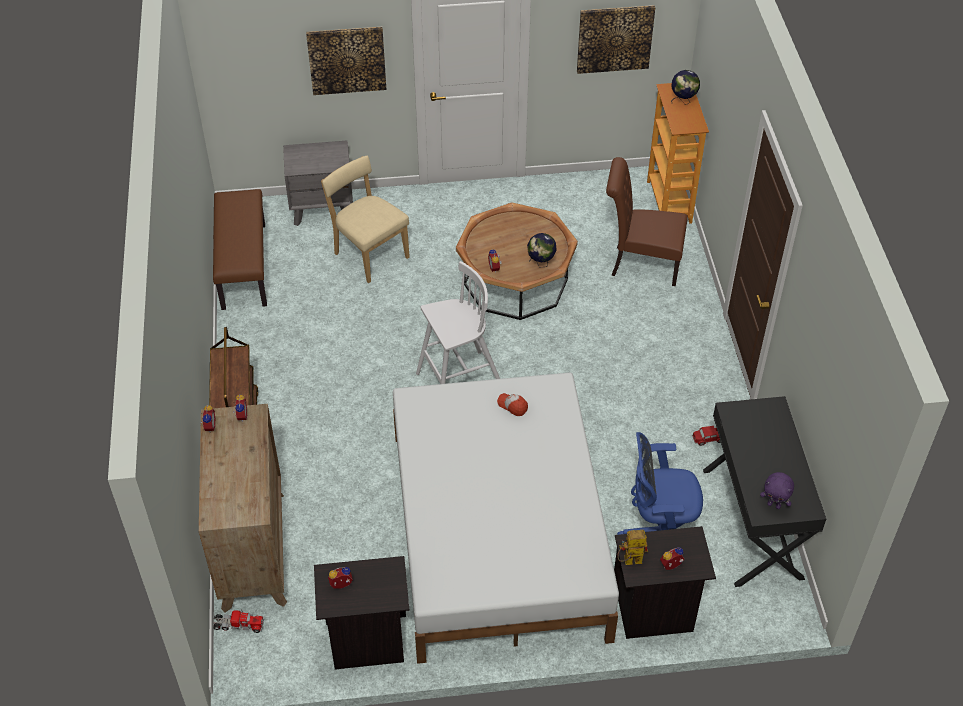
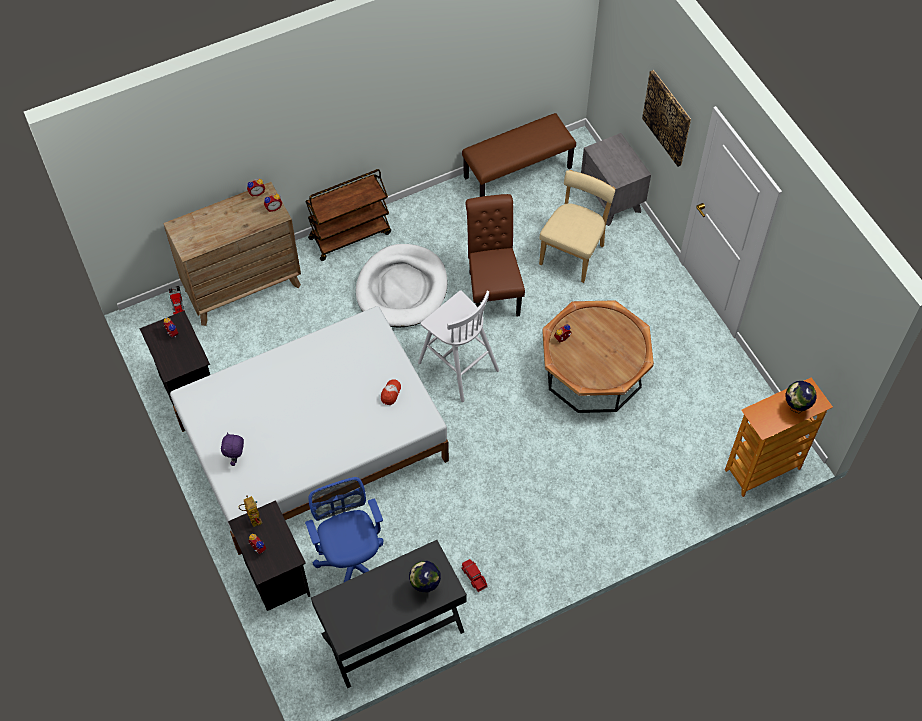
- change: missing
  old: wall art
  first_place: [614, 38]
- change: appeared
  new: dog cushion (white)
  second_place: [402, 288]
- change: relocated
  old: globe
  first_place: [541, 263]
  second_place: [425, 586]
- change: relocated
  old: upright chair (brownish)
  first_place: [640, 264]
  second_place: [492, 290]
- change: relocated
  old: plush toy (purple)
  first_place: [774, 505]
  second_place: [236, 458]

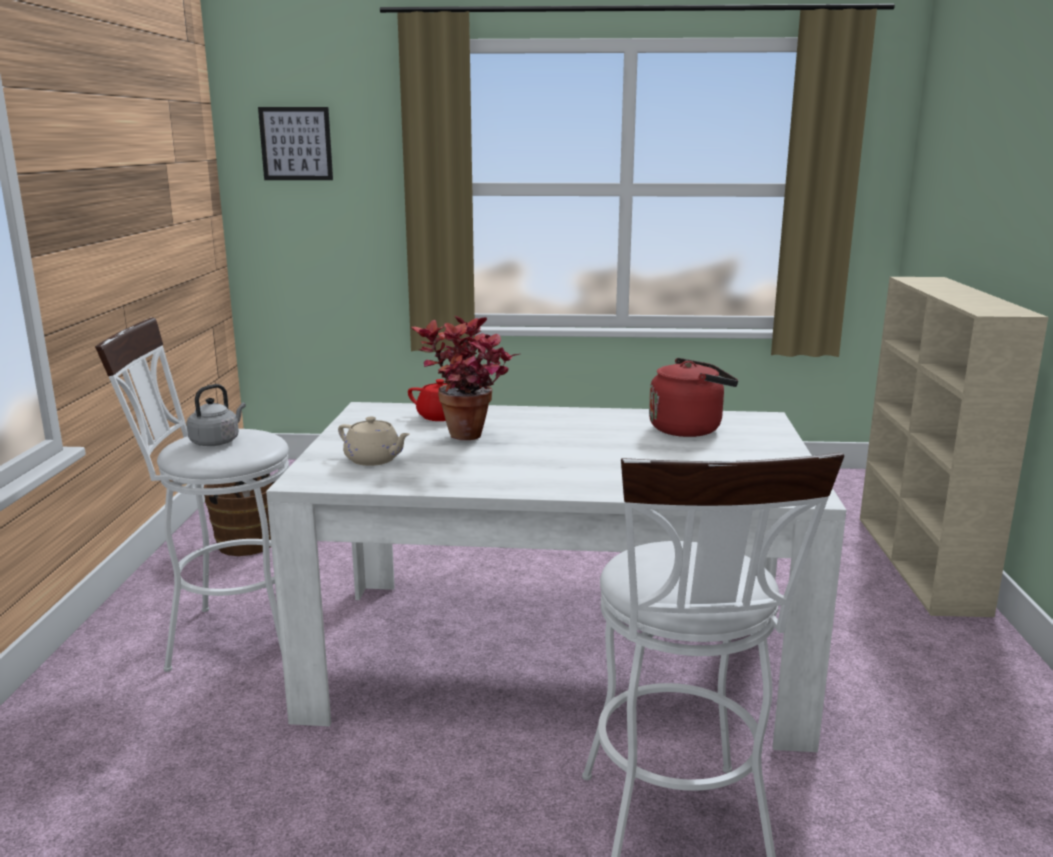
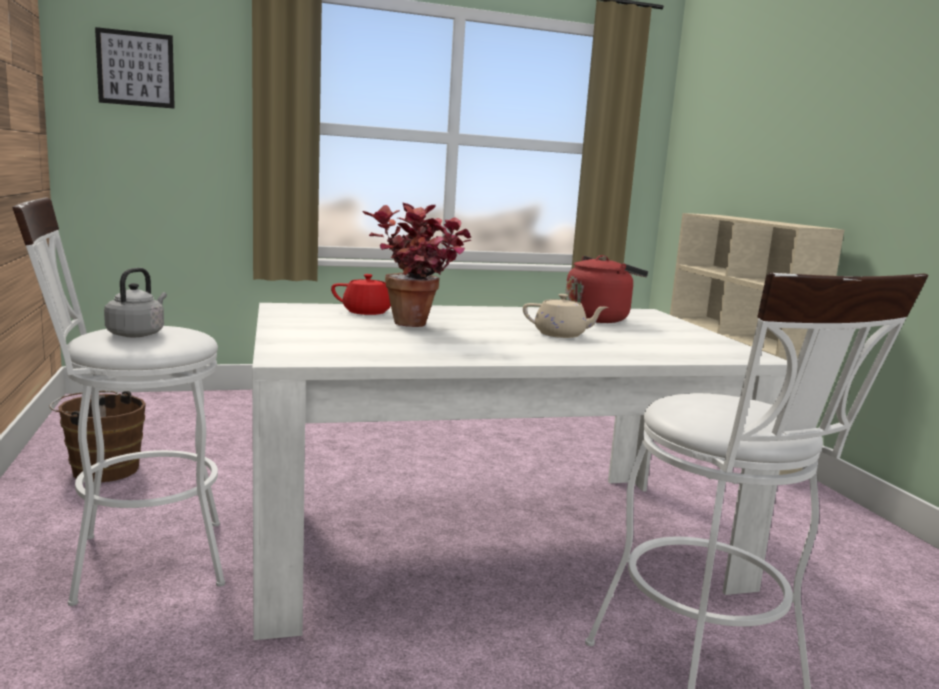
- change: relocated
  old: teapot (beige-coloured)
  first_place: [374, 460]
  second_place: [561, 334]

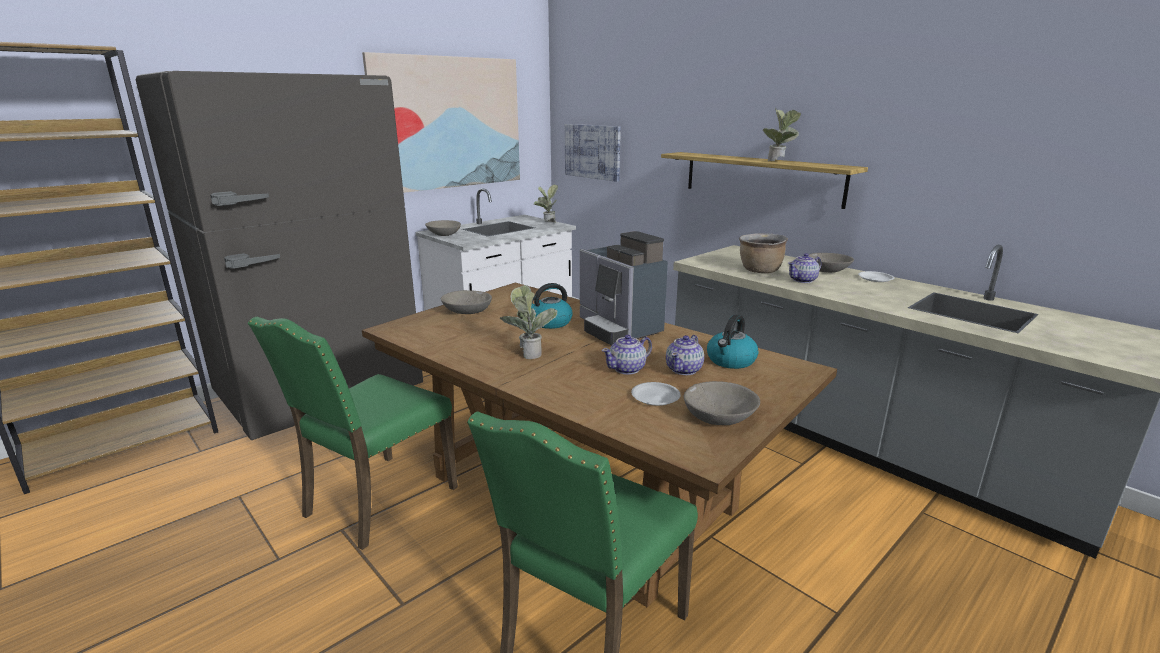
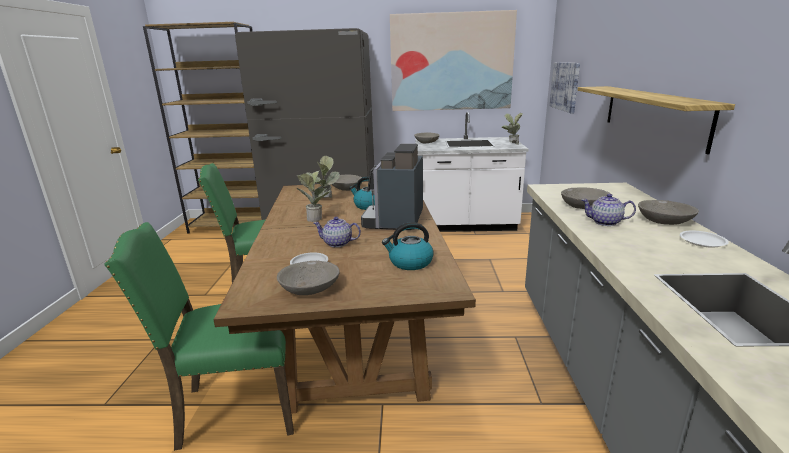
- change: missing
  old: teapot
  first_place: [684, 369]
- change: relocated
  old: potted plant
  first_place: [779, 161]
  second_place: [325, 200]
- change: exchanged
  old: stockpot (brownish)
  new: bowl (greyish)
  first_place: [760, 271]
  second_place: [584, 206]

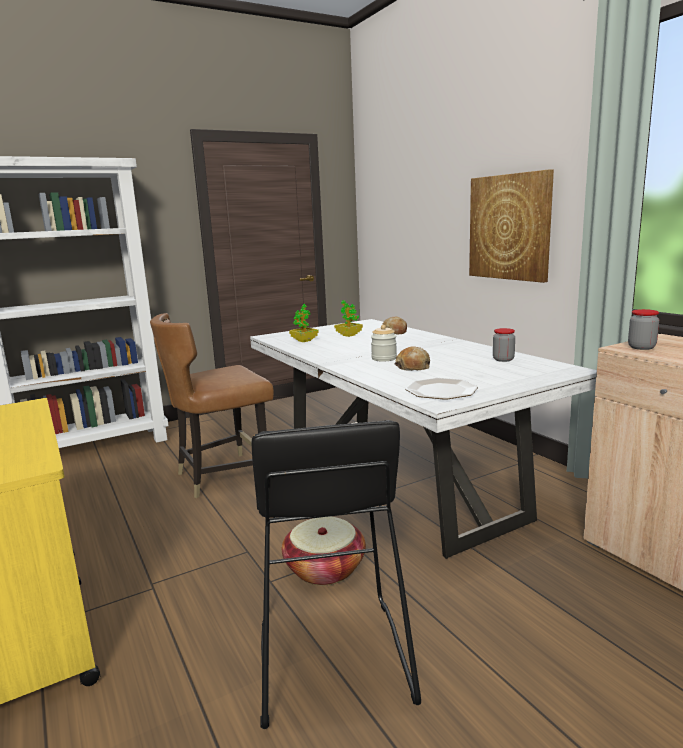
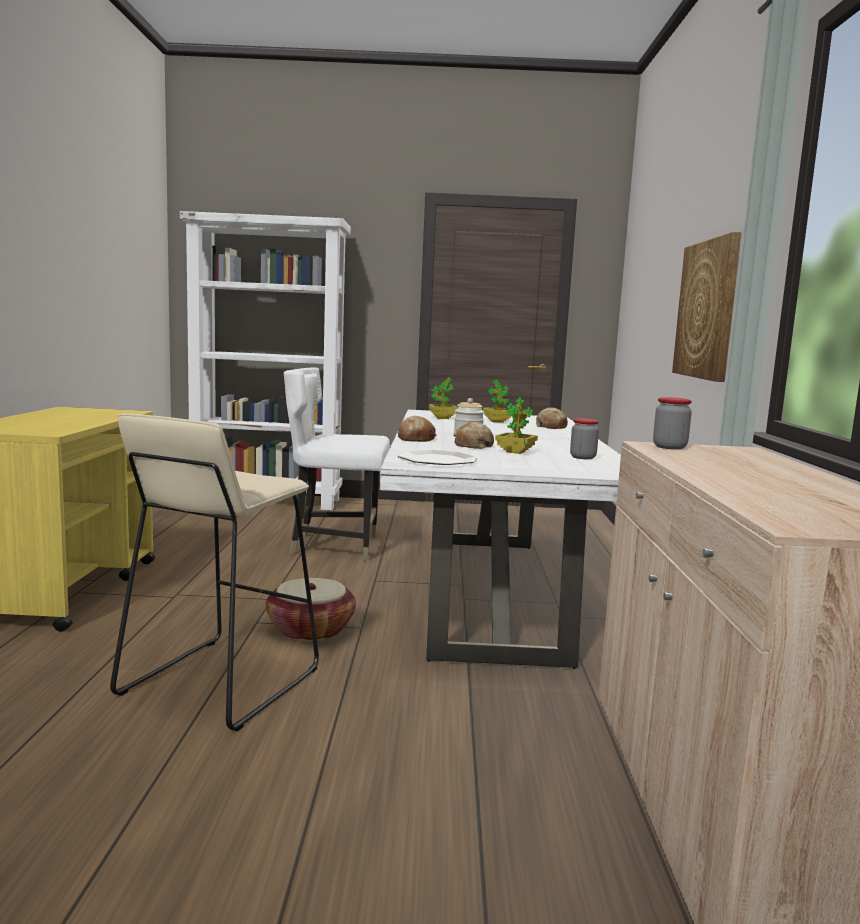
- change: appeared
  new: baked bread
  second_place: [415, 439]
- change: appeared
  new: potted plant
  second_place: [515, 452]
- change: colour
  old: upright chair (brownish)
  new: upright chair (white)
  first_place: [222, 476]
  second_place: [335, 546]
- change: colour
  old: stool (black-coloured)
  new: stool (beige-coloured)
  first_place: [331, 660]
  second_place: [219, 682]

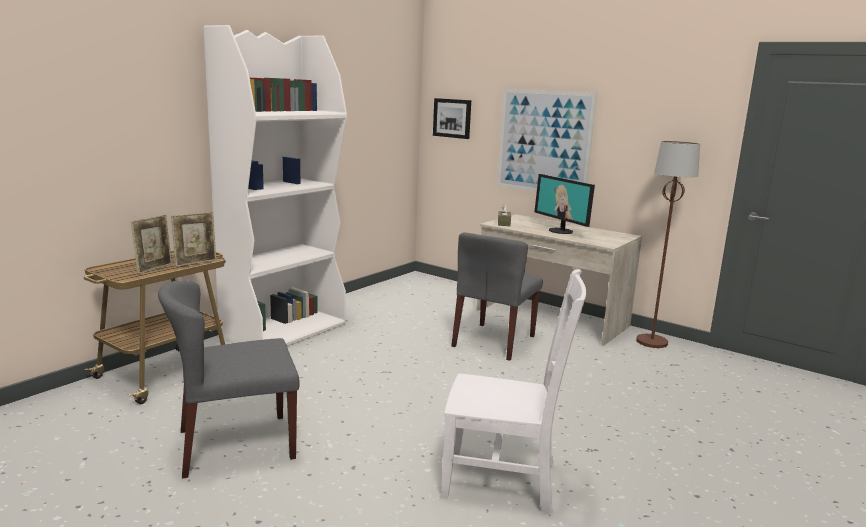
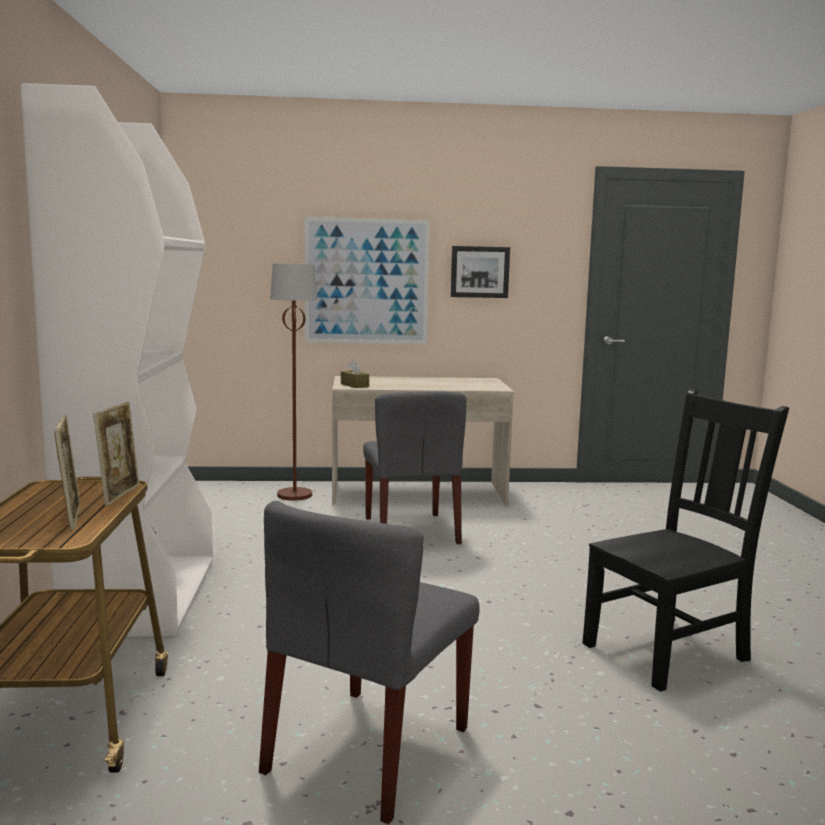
- change: missing
  old: monitor
  first_place: [561, 231]
- change: relocated
  old: wall art
  first_place: [452, 118]
  second_place: [479, 272]
- change: relocated
  old: floor lamp (brownish)
  first_place: [652, 342]
  second_place: [295, 495]
- change: colour
  old: upright chair (white)
  new: upright chair (black-coloured)
  first_place: [504, 480]
  second_place: [669, 651]

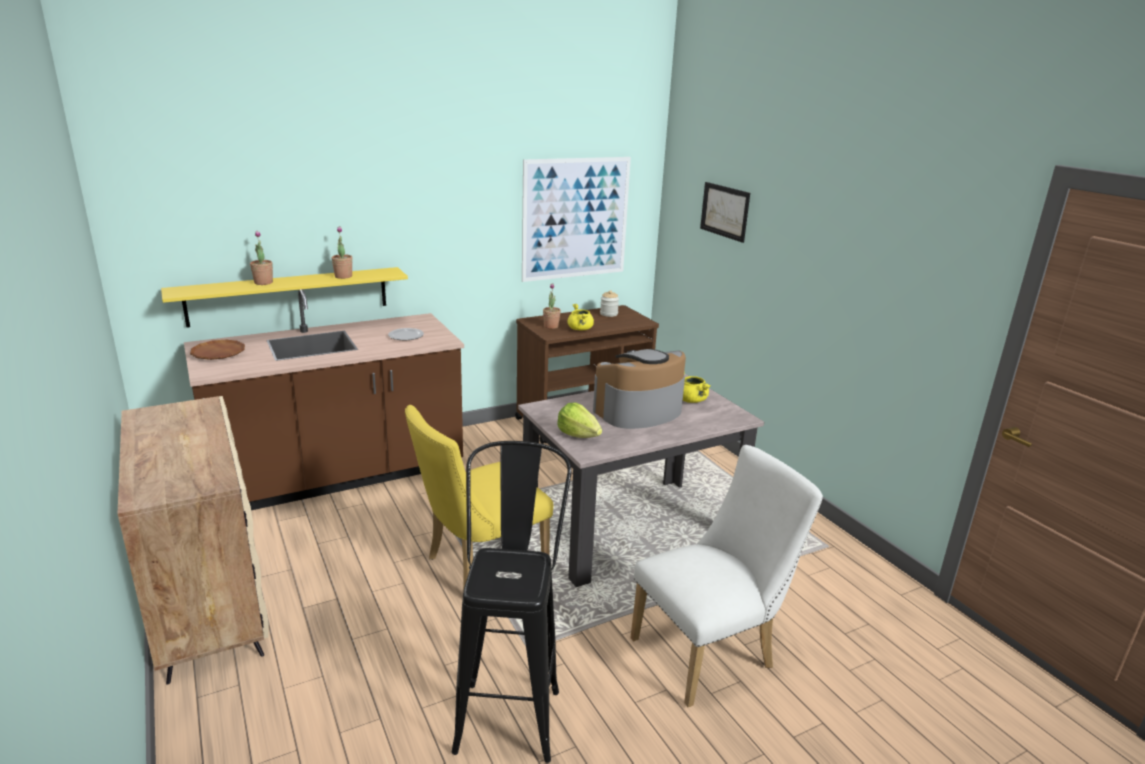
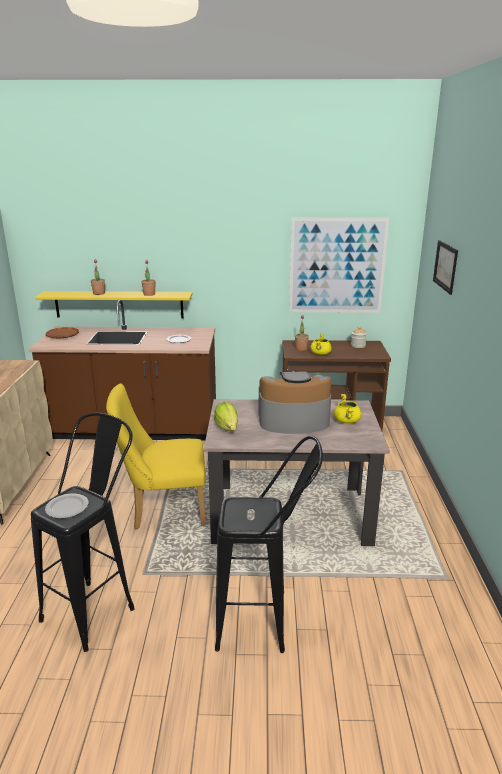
- change: appeared
  new: plate
  second_place: [67, 508]
- change: exchanged
  old: upright chair (white)
  new: stool (black-coloured)
  first_place: [710, 651]
  second_place: [265, 624]

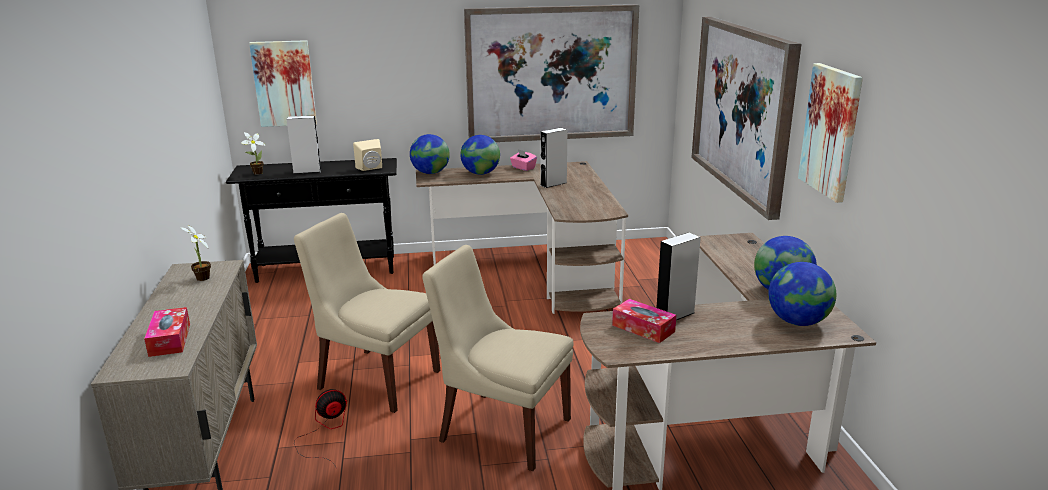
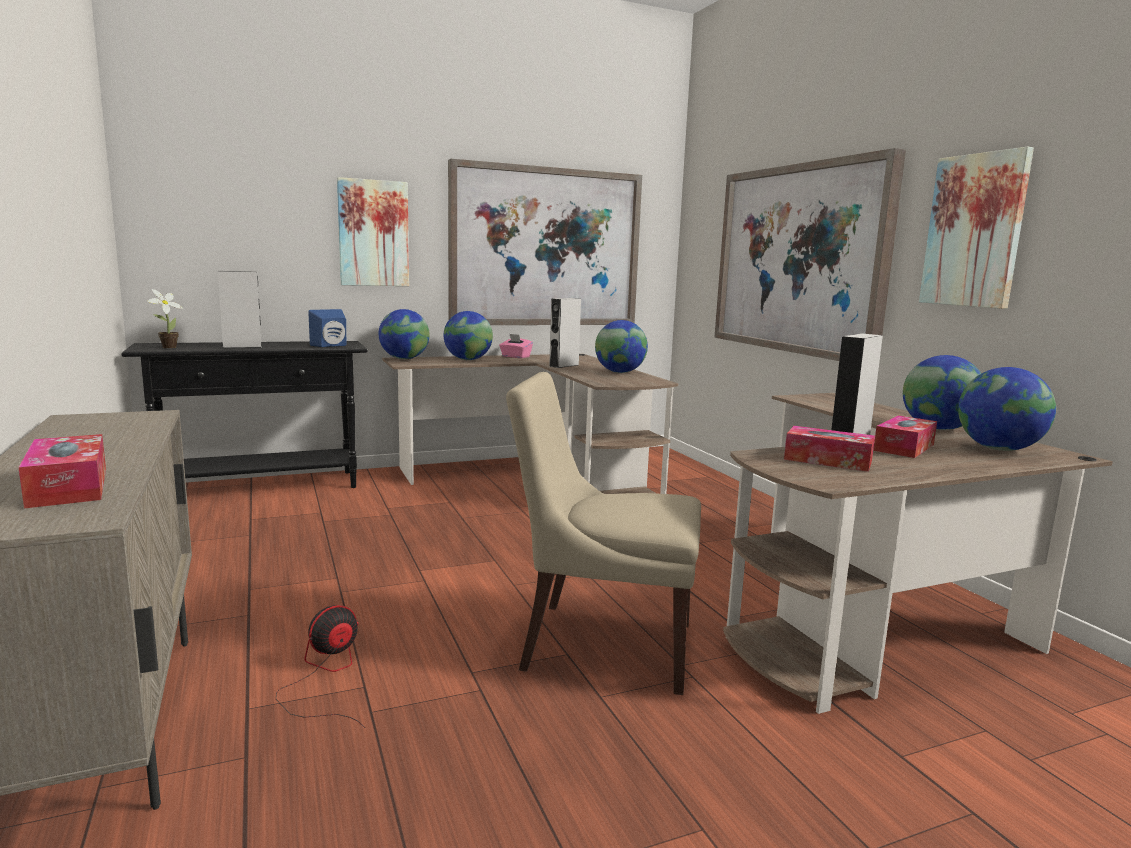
- change: missing
  old: potted plant
  first_place: [202, 279]
- change: missing
  old: upright chair (beige-coloured)
  first_place: [376, 378]
- change: appeared
  new: globe
  second_place: [620, 372]
- change: appeared
  new: tissue holder
  second_place: [904, 447]
- change: relocated
  old: wall art
  first_place: [284, 83]
  second_place: [373, 233]
- change: colour
  old: speaker (beige-coloured)
  new: speaker (blue-coloured)
  first_place: [371, 168]
  second_place: [331, 346]

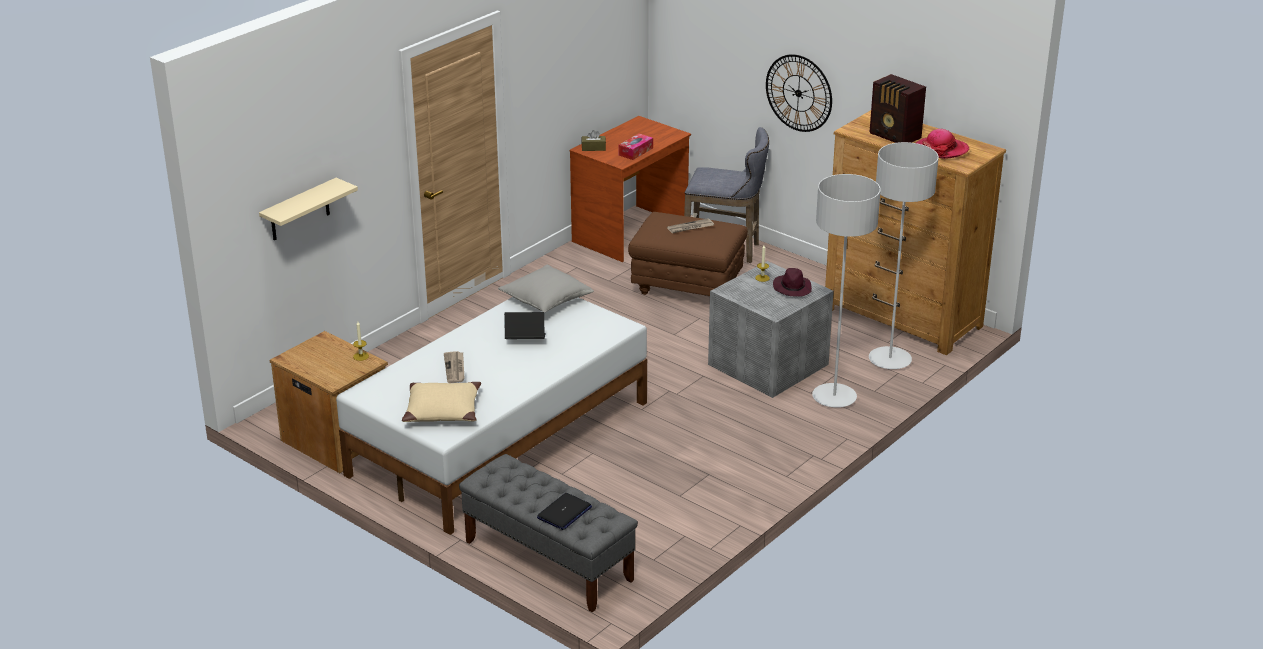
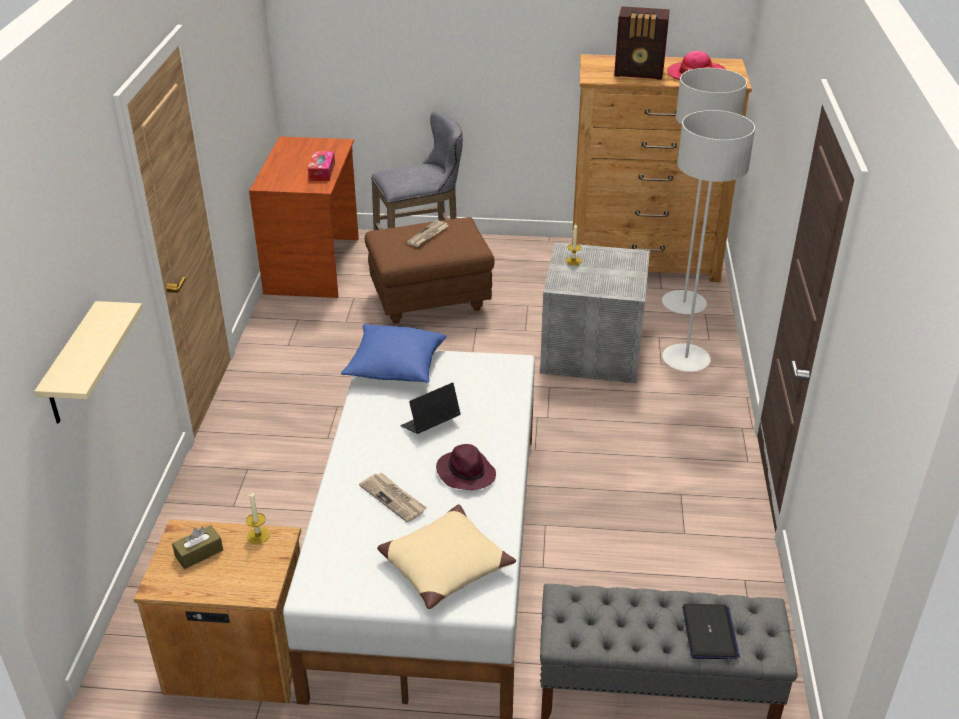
- change: missing
  old: hanging clock
  first_place: [798, 93]
- change: relocated
  old: tissue holder (brownish)
  first_place: [593, 148]
  second_place: [199, 553]
- change: relocated
  old: wearable hat (purple)
  first_place: [792, 288]
  second_place: [465, 473]
- change: colour
  old: pillow (greyish)
  new: pillow (blue-coloured)
  first_place: [546, 300]
  second_place: [395, 366]

